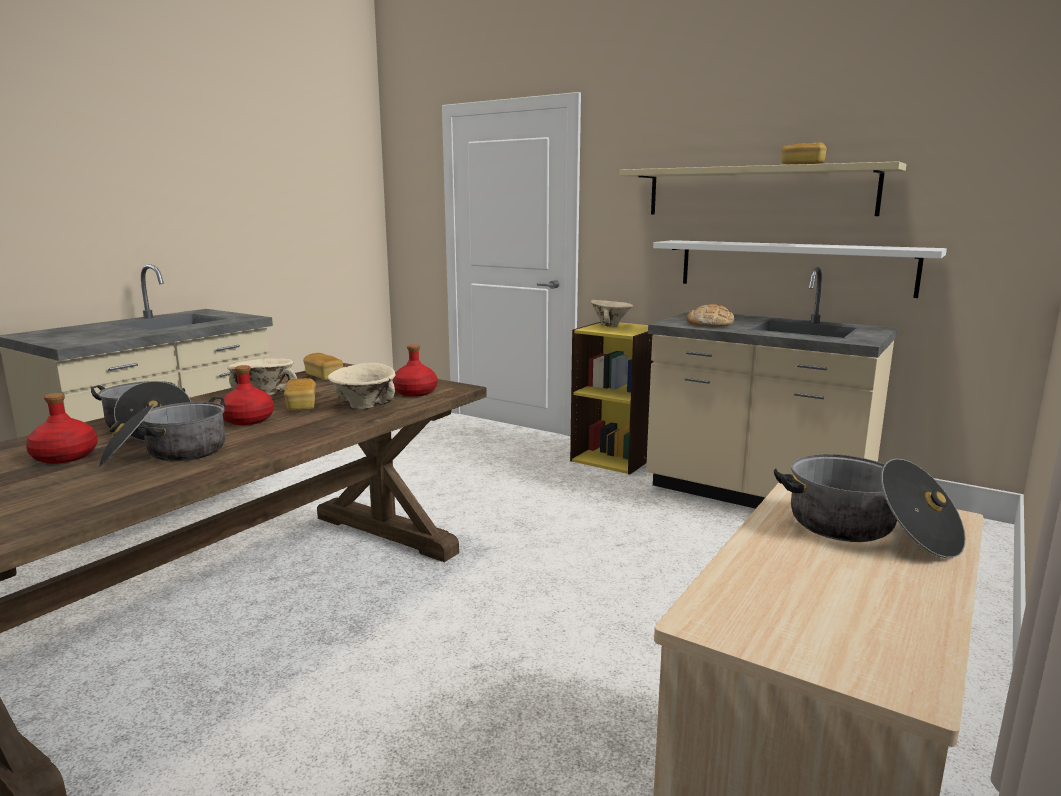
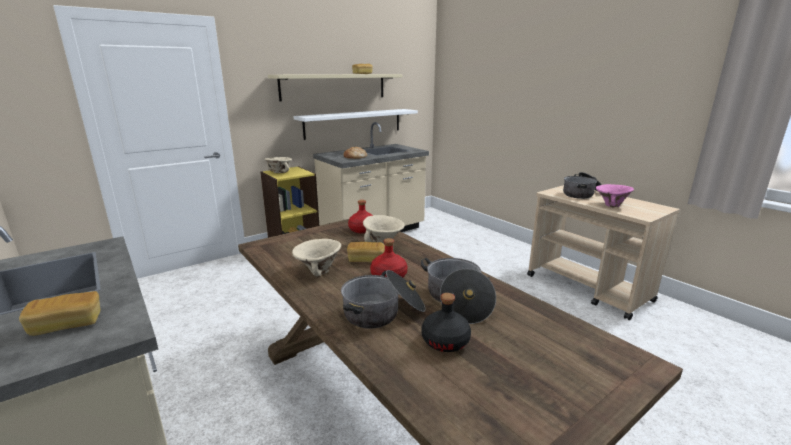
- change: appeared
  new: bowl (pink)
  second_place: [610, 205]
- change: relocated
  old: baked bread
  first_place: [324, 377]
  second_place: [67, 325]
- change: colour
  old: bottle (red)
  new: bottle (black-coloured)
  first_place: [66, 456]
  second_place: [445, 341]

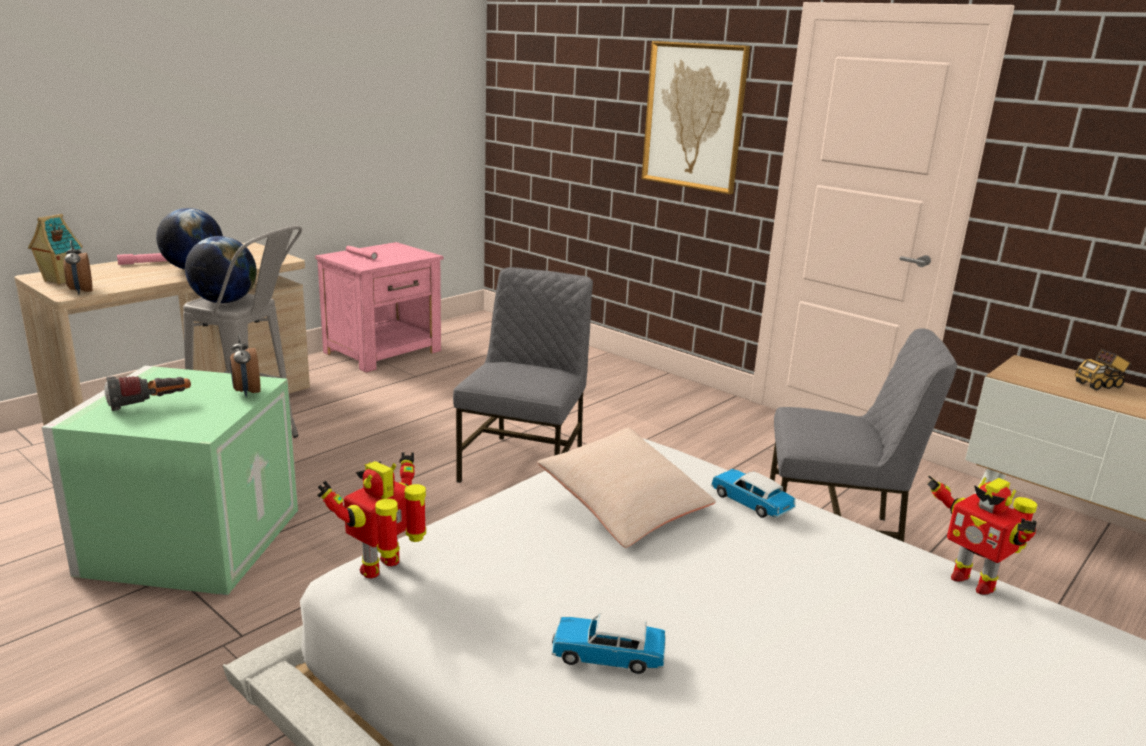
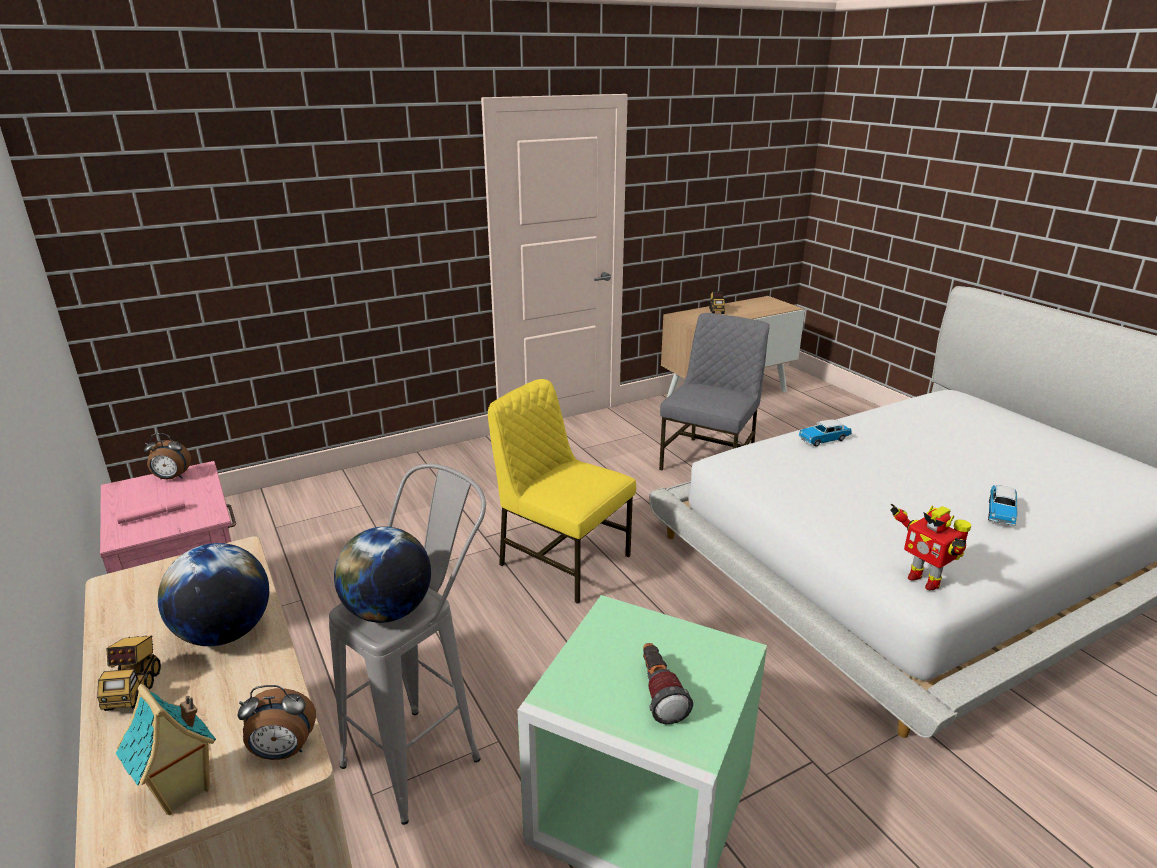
- change: missing
  old: pillow (beige-coloured)
  first_place: [625, 506]
- change: missing
  old: wall art
  first_place: [694, 116]
- change: missing
  old: toy robot
  first_place: [972, 580]
- change: relocated
  old: bedside clock
  first_place: [246, 392]
  second_place: [172, 478]
- change: exchanged
  old: hand torch (pink)
  new: toy truck
  first_place: [146, 263]
  second_place: [135, 689]
- change: colour
  old: upright chair (greyish)
  new: upright chair (yellow)
  first_place: [525, 465]
  second_place: [562, 560]

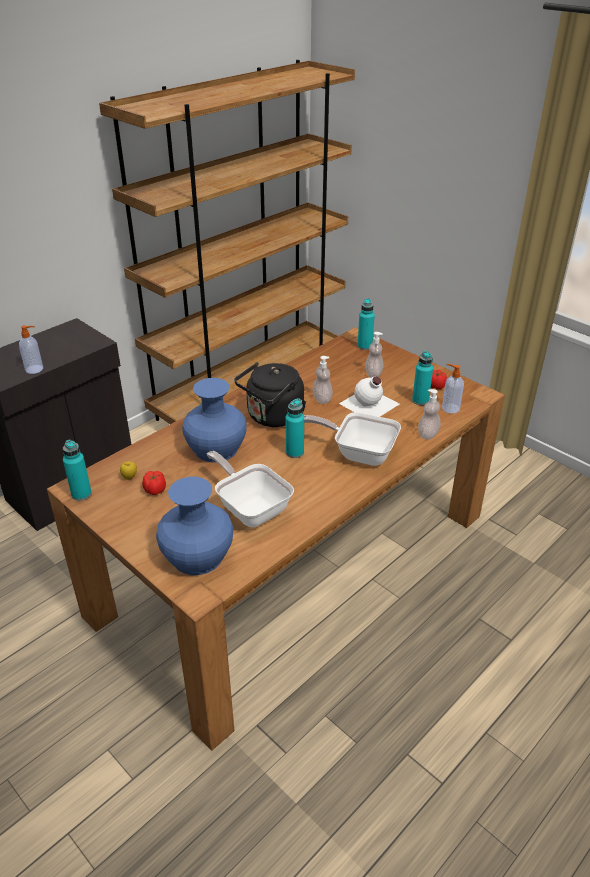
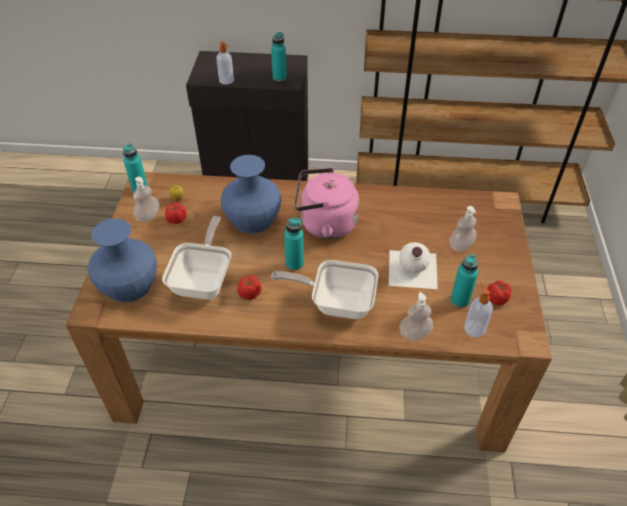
- change: appeared
  new: fresh tomato
  second_place: [249, 294]
- change: relocated
  old: soap dispenser
  first_place: [322, 399]
  second_place: [148, 216]
- change: relocated
  old: bottle (turquoise-coloured)
  first_place: [364, 346]
  second_place: [279, 77]
- change: colour
  old: water kettle (black-coloured)
  new: water kettle (pink)
  first_place: [273, 417]
  second_place: [324, 224]
- change: spun
  old: frying pan
  first_place: [359, 453]
  second_place: [336, 302]
  degrees: -60

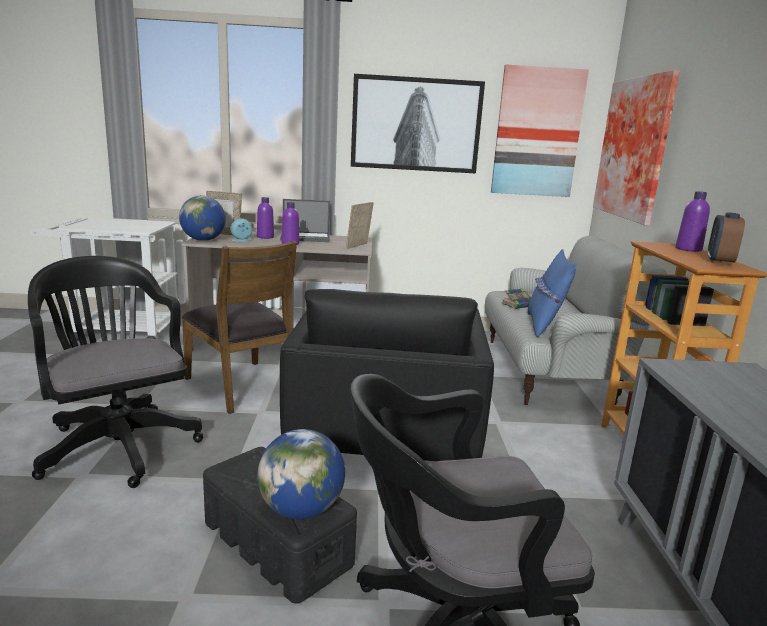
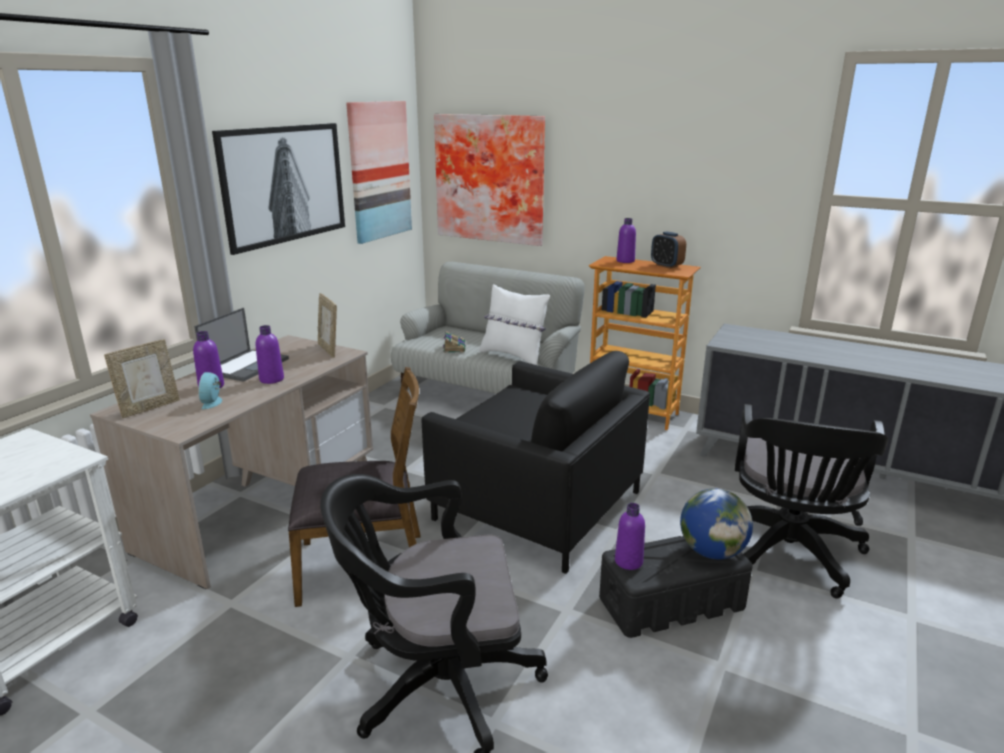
- change: missing
  old: globe
  first_place: [203, 240]
- change: appeared
  new: bottle (purple)
  second_place: [628, 561]
- change: colour
  old: pillow (blue-coloured)
  new: pillow (white)
  first_place: [544, 326]
  second_place: [513, 356]

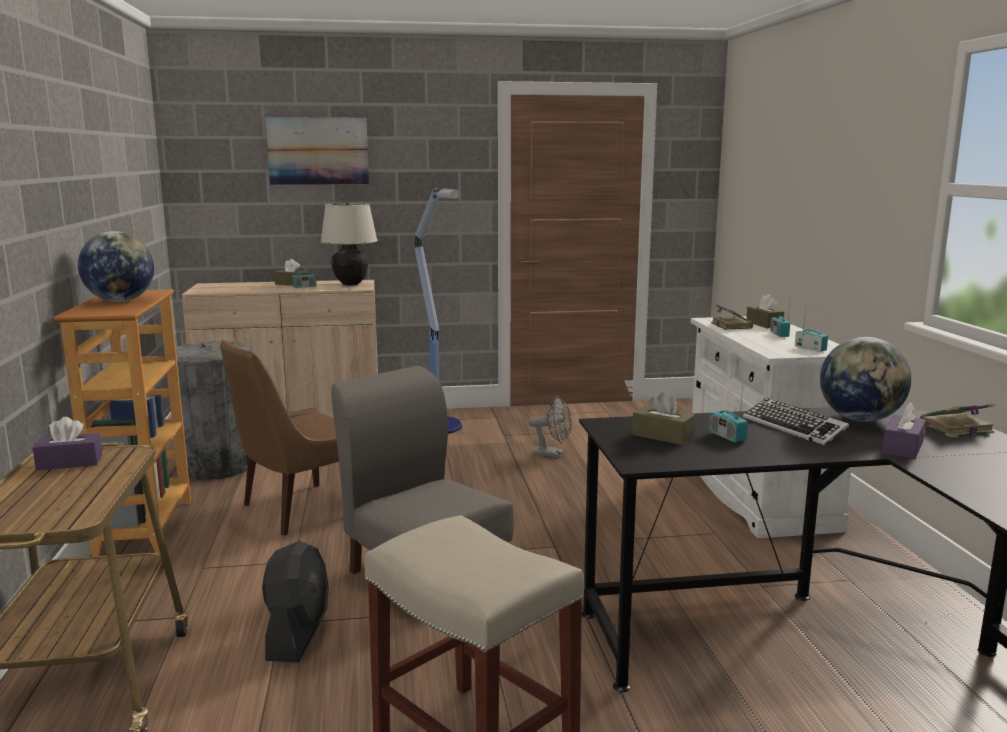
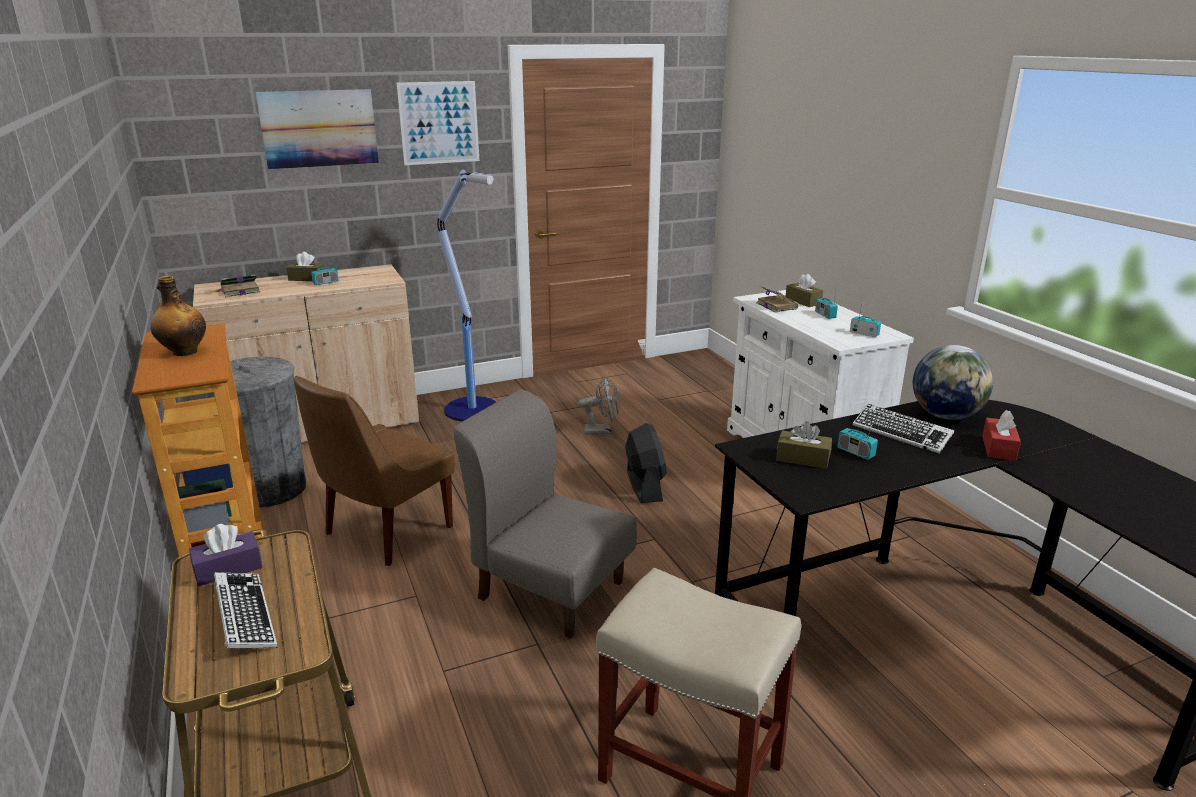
- change: missing
  old: tabletop lamp (beige-coloured)
  first_place: [350, 284]
- change: appeared
  new: keyboard
  second_place: [244, 617]
- change: appeared
  new: wall art
  second_place: [439, 123]
- change: relocated
  old: electric fan (black-coloured)
  first_place: [298, 634]
  second_place: [644, 486]
- change: relocated
  old: book
  first_place: [954, 428]
  second_place: [239, 291]
- change: exchanged
  old: globe
  new: bottle
  first_place: [120, 301]
  second_place: [184, 352]
- change: colour
  old: tissue holder (purple)
  new: tissue holder (red)
  first_place: [902, 447]
  second_place: [998, 448]

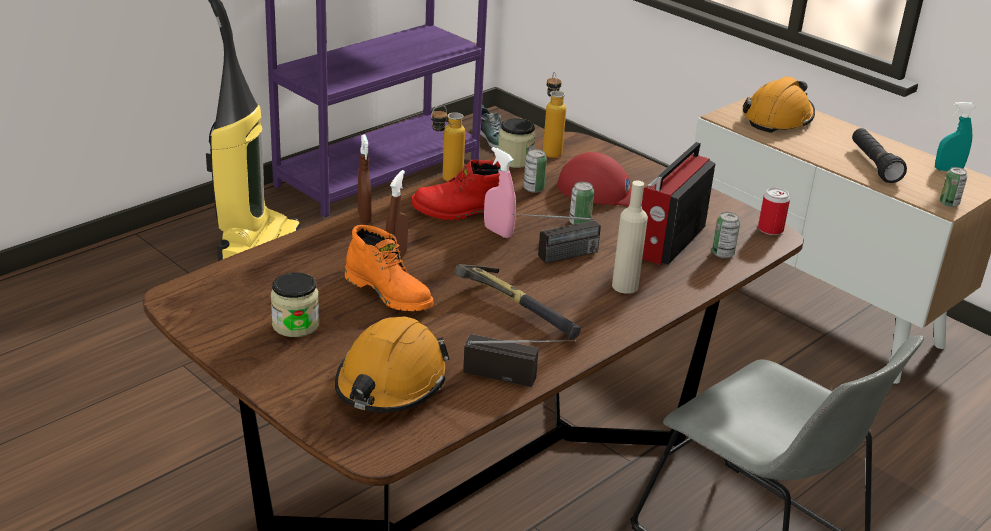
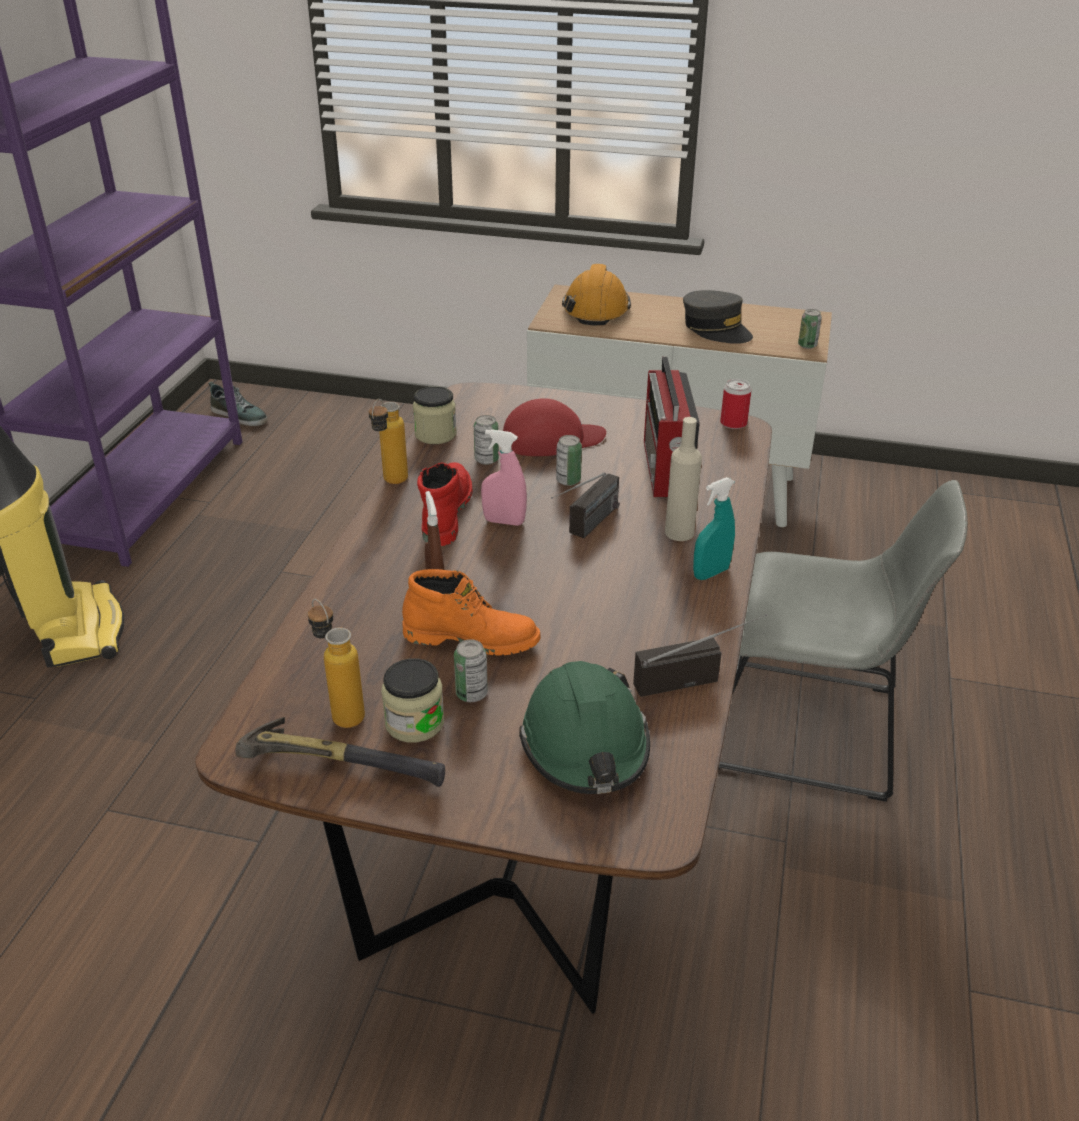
- change: missing
  old: hand sprayer (brownish)
  first_place: [364, 217]
- change: relocated
  old: tool hammer
  first_place: [519, 309]
  second_place: [341, 765]
- change: relocated
  old: bottle
  first_place: [550, 150]
  second_place: [341, 711]
- change: relocated
  old: can
  first_place: [722, 254]
  second_place: [471, 694]
- change: relocated
  old: hand sprayer (turquoise-coloured)
  first_place: [948, 170]
  second_place: [711, 573]
- change: exchanged
  old: hand torch (black-coloured)
  new: baseball cap (greyish)
  first_place: [873, 165]
  second_place: [716, 329]
- change: colour
  old: hard hat (orange-coloured)
  new: hard hat (green)
  first_place: [390, 383]
  second_place: [585, 745]
- change: spun
  old: high-top boot (red)
  first_place: [462, 211]
  second_place: [444, 512]
  degrees: 135

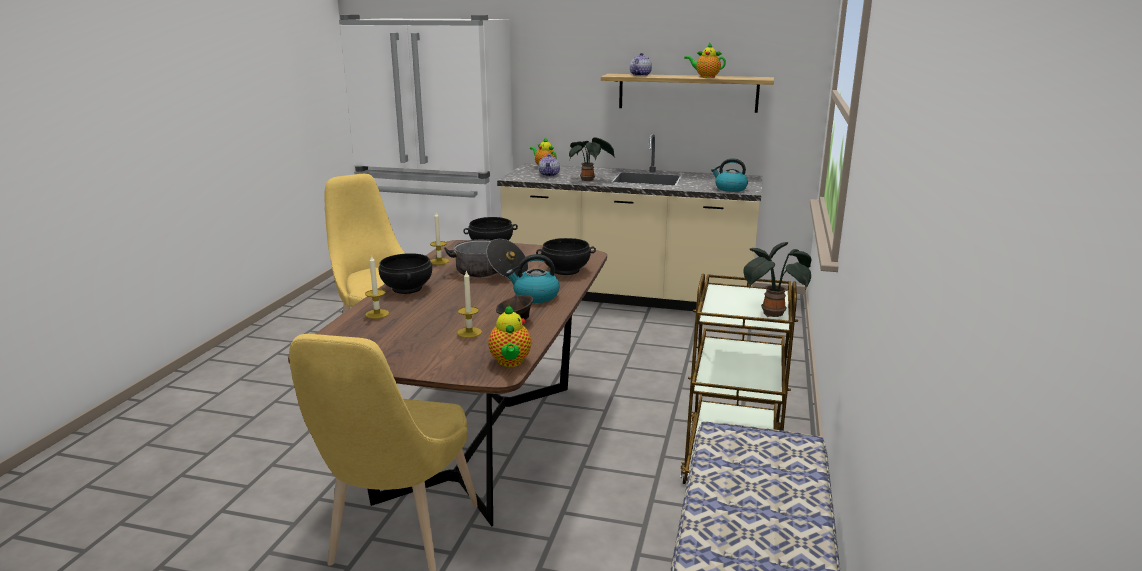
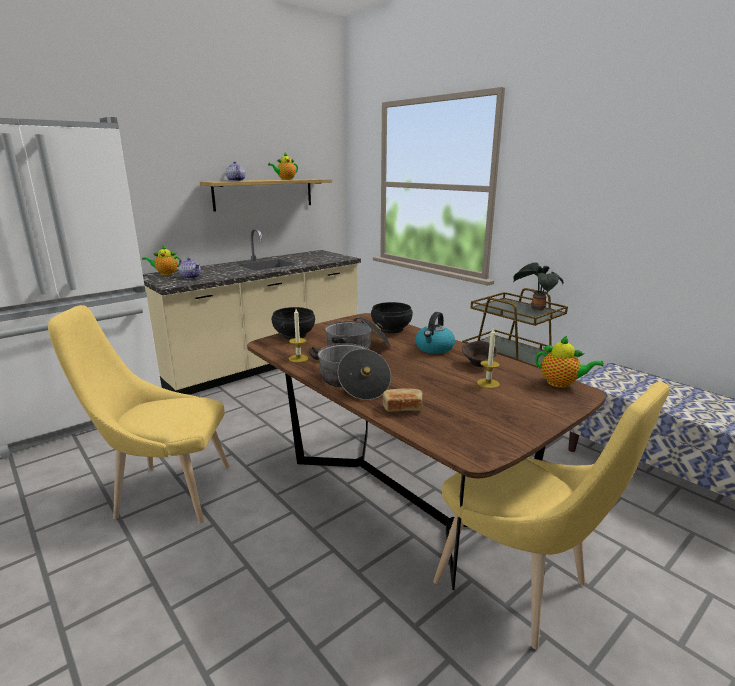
- change: missing
  old: potted plant
  first_place: [589, 180]
- change: missing
  old: water kettle
  first_place: [730, 189]
- change: exchanged
  old: wax candle
  new: baked bread
  first_place: [377, 314]
  second_place: [402, 408]
- change: exchanged
  old: bowl (black-coloured)
  new: stockpot
  first_place: [408, 288]
  second_place: [351, 383]

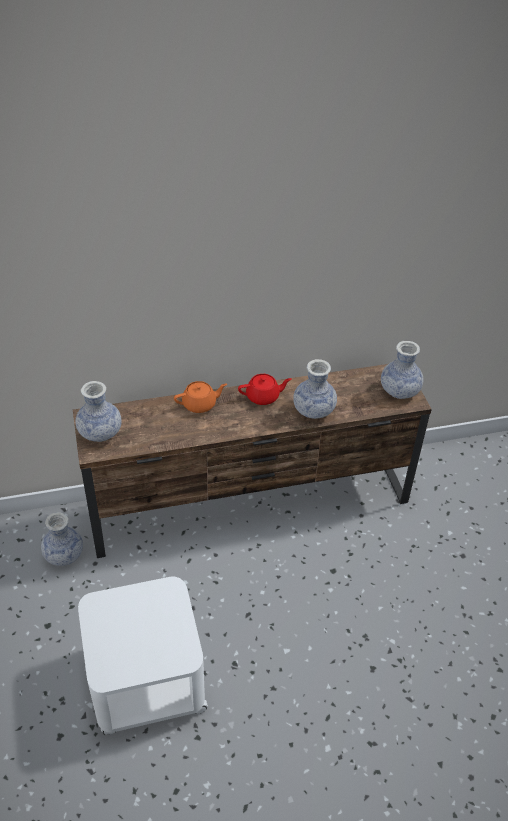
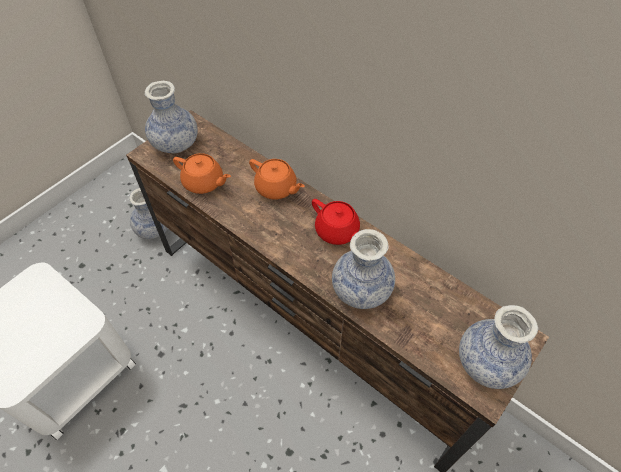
- change: appeared
  new: teapot (orange-coloured)
  second_place: [204, 182]

